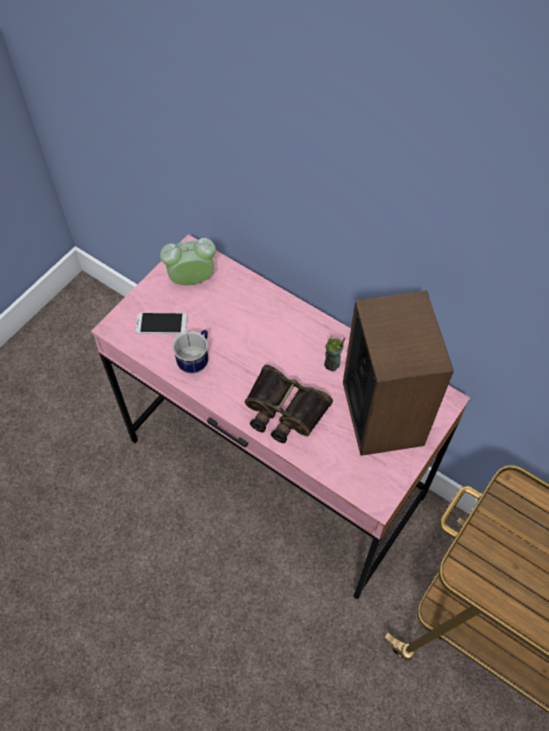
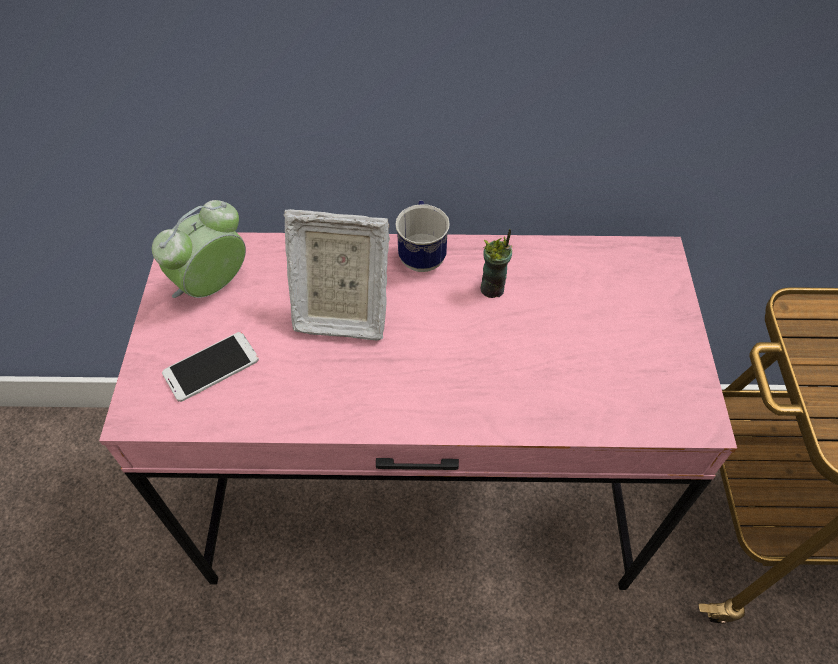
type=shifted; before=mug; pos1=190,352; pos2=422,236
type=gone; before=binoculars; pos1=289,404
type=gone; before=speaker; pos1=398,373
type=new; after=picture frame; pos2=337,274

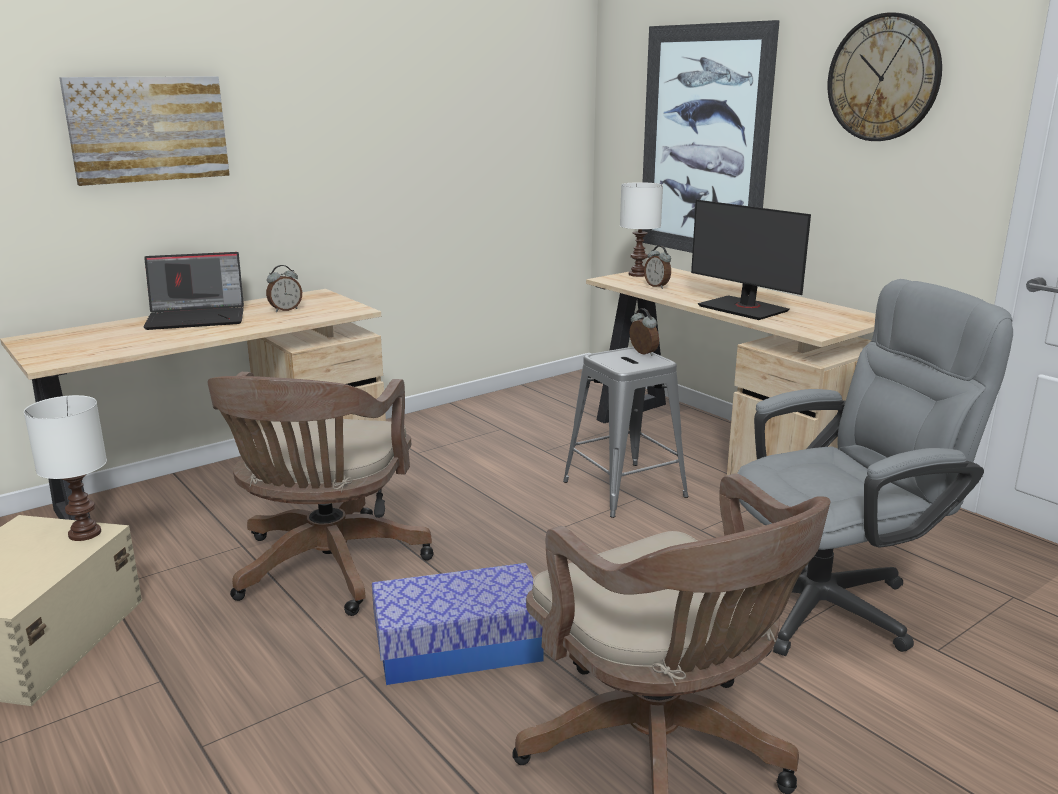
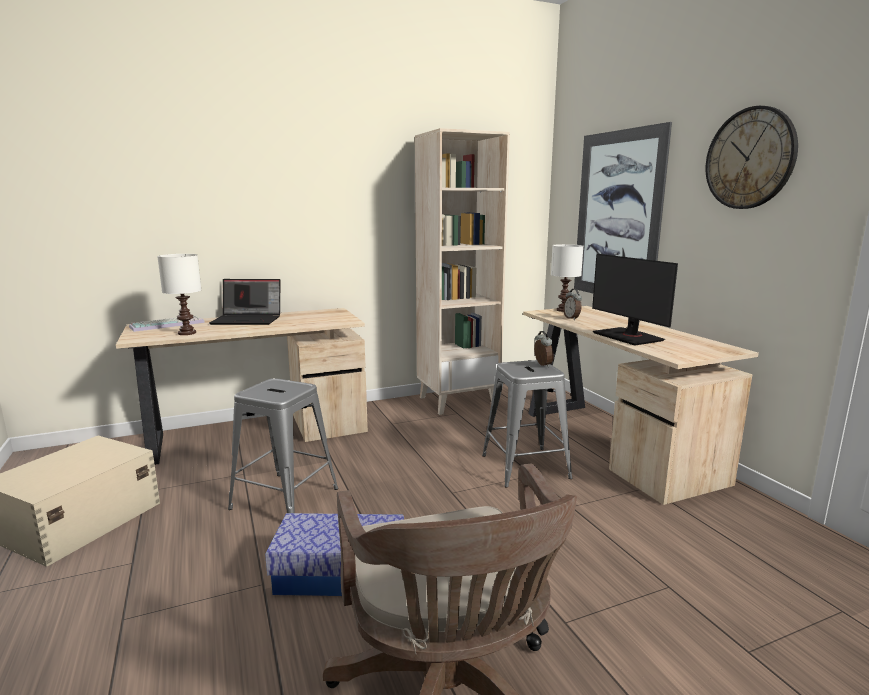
type=shifted; before=white table lamp; pos1=65,468; pos2=179,294
type=gone; before=picture; pos1=144,131
type=swapped; before=brown office chair; after=grey stool; pos1=320,494; pos2=283,445
type=gone; before=alarm clock; pos1=284,288
type=gone; before=grey office chair; pos1=875,467
type=new; after=keyboard; pos2=167,323
type=new; after=beige bookcase; pos2=462,271

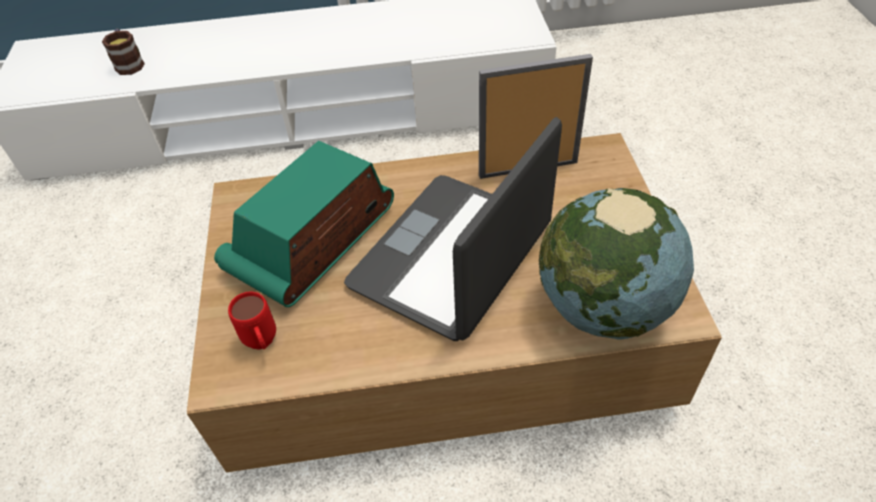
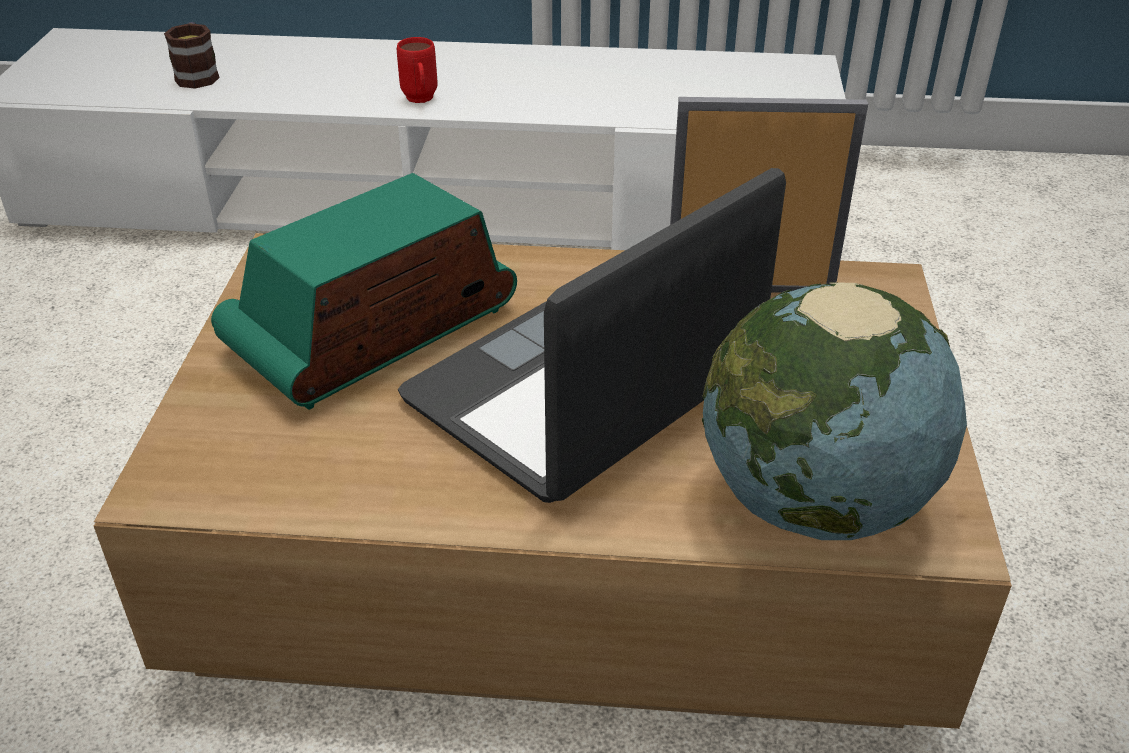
type=shifted; before=red mug; pos1=252,320; pos2=417,70

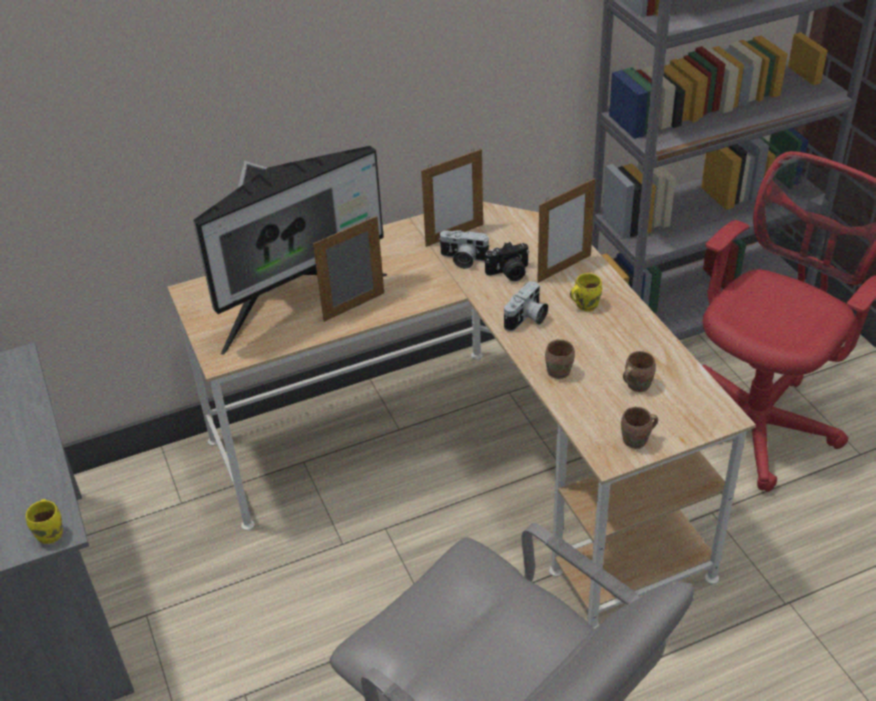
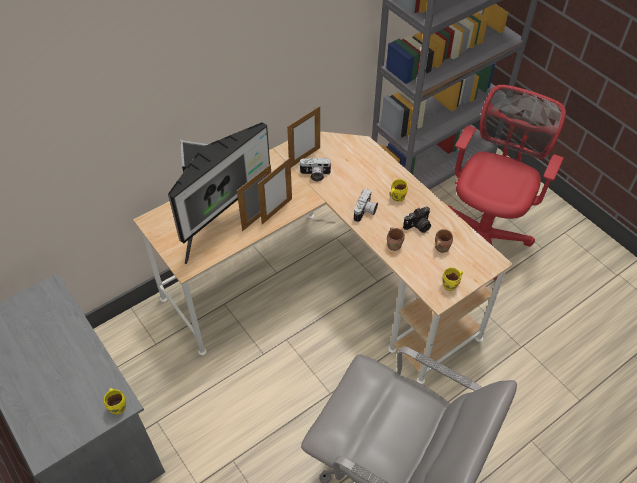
type=shifted; before=photo camera; pos1=507,261; pos2=417,220
type=shifted; before=picture frame; pos1=566,230; pos2=275,191
type=repainted; before=brown mug; after=yellow mug; pos1=639,428; pos2=452,279

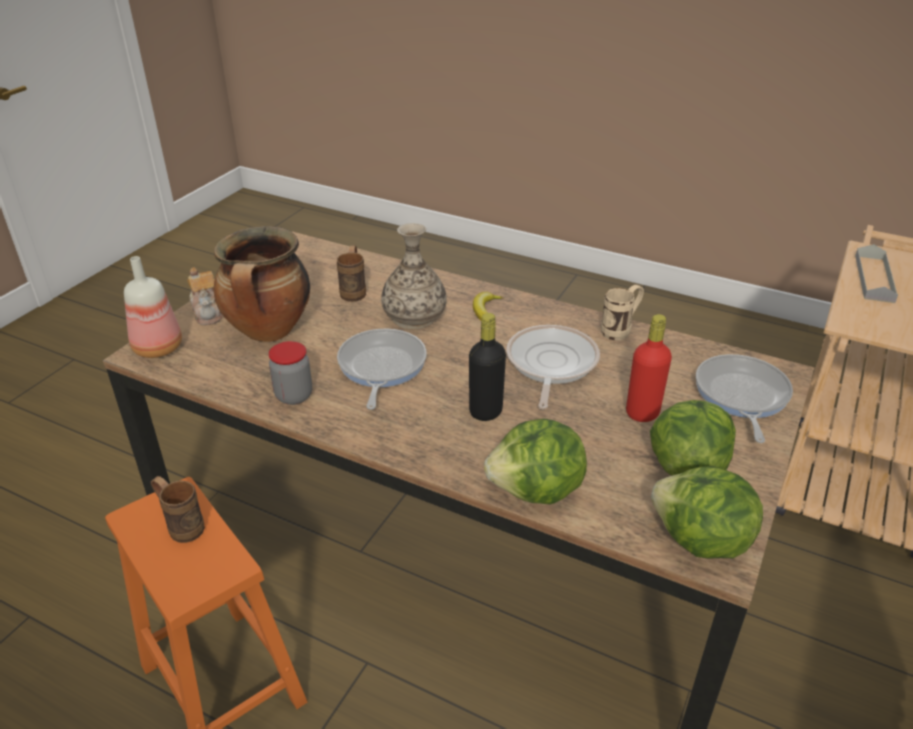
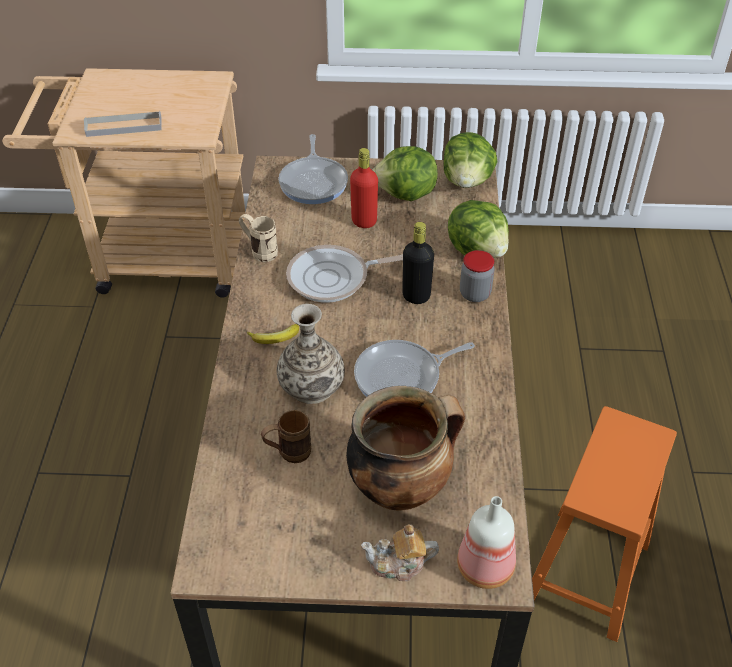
type=gone; before=brown mug; pos1=178,509
type=rotated; before=teapot; pos1=205,296; pos2=400,552; turn=-135
type=shifted; before=jar; pos1=290,373; pos2=477,276
type=rotated; before=frying pan; pos1=744,398; pos2=313,169; turn=-75

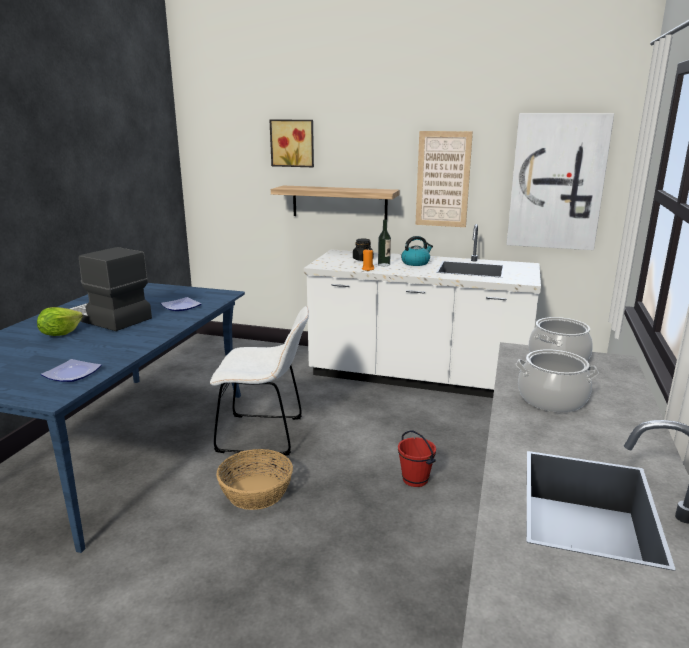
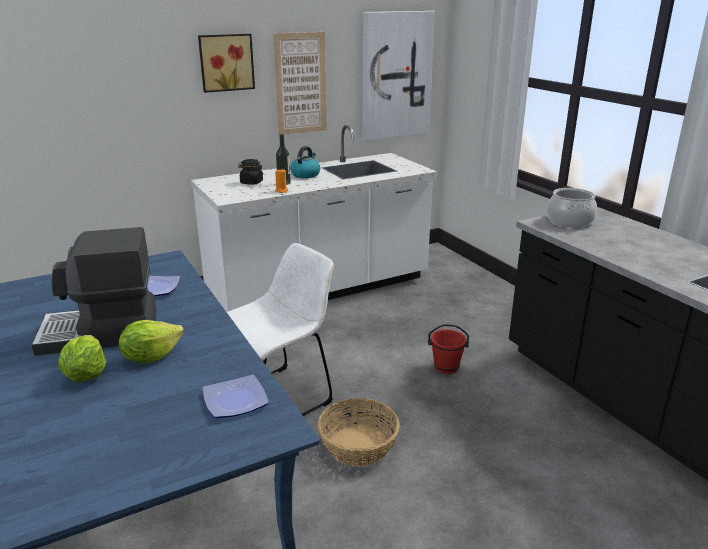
type=shifted; before=picture; pos1=292,143; pos2=226,63
type=gone; before=shelf; pos1=335,203
type=gone; before=cooking pot; pos1=557,380
type=new; after=lettuce; pos2=151,341

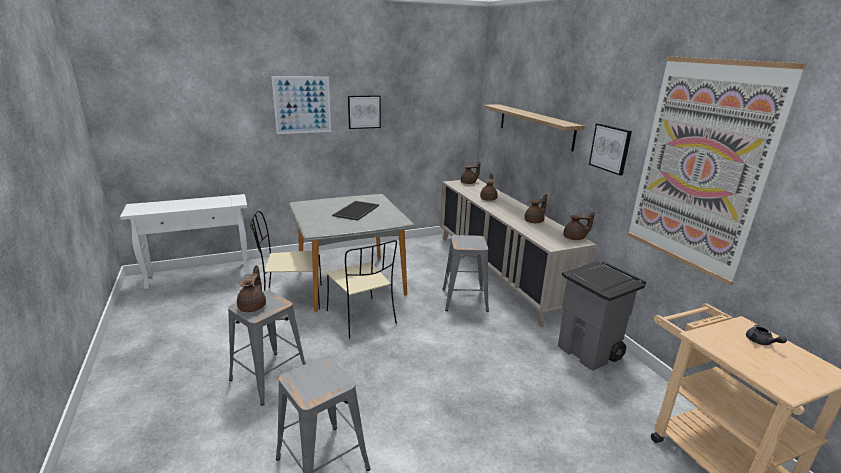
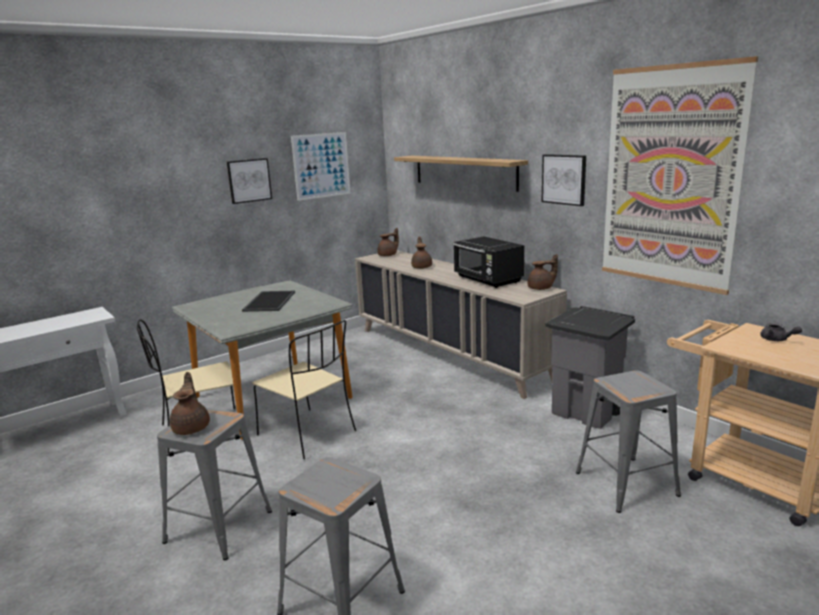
type=shifted; before=picture; pos1=301,105; pos2=320,166
type=shifted; before=grey stool; pos1=465,273; pos2=628,441
type=swapped; before=brown teapot; after=black microwave; pos1=535,208; pos2=488,262

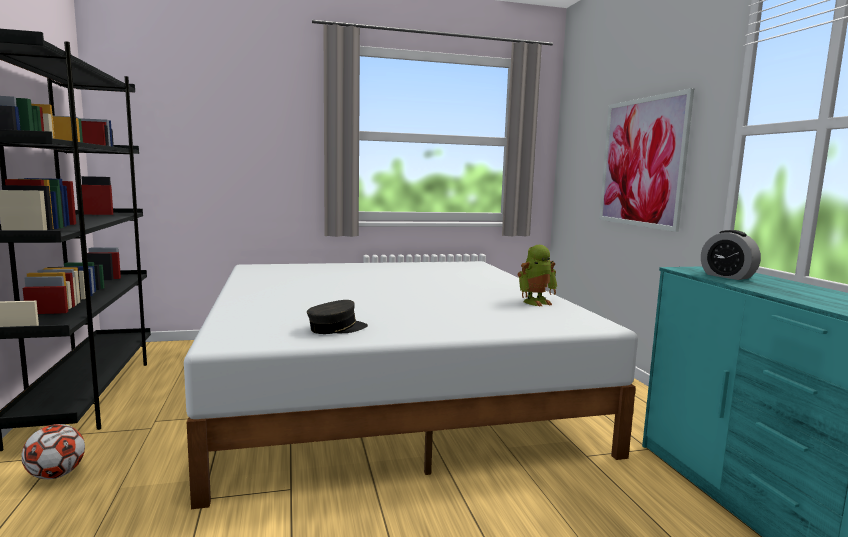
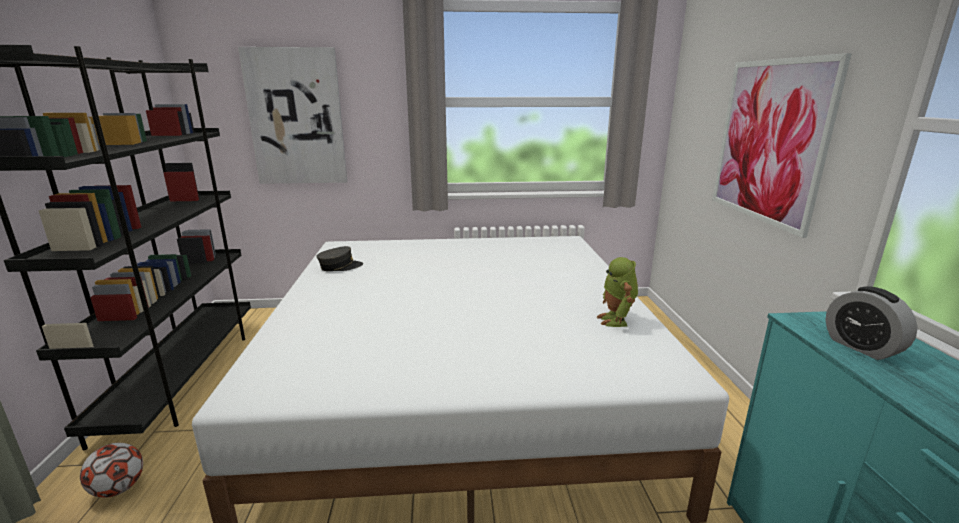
type=shifted; before=grey cap; pos1=337,317; pos2=340,258
type=rotated; before=toy robot; pos1=537,275; pos2=617,292; turn=105
type=new; after=picture; pos2=293,115

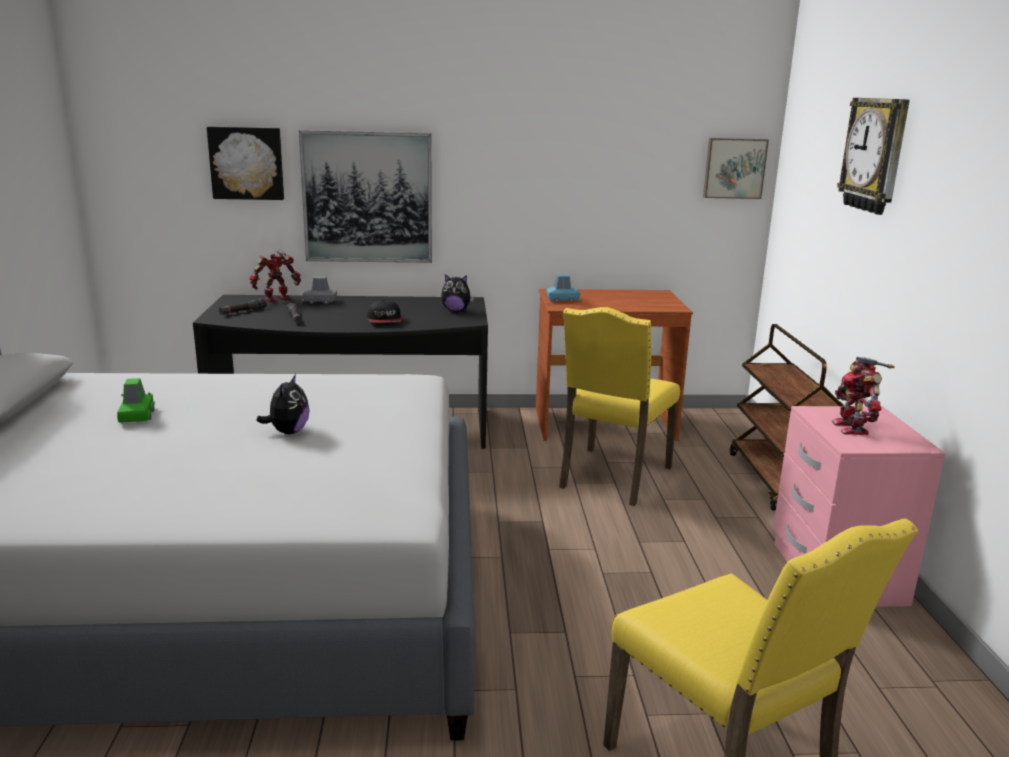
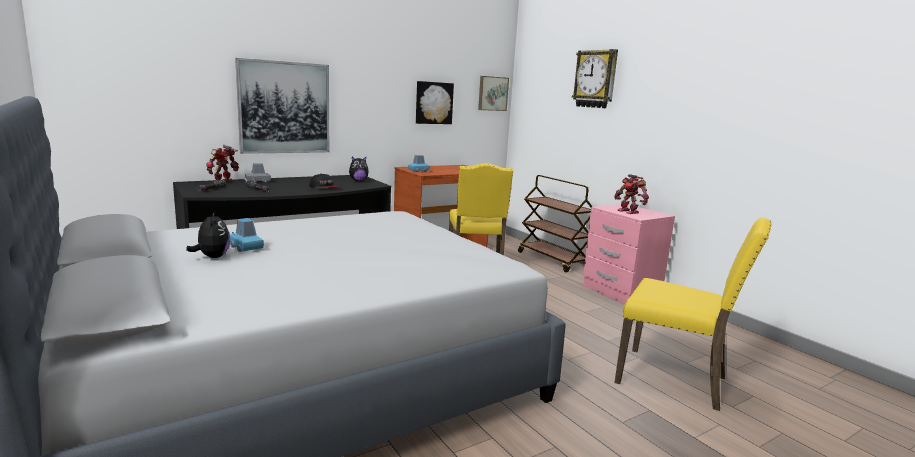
type=repainted; before=green toy car; after=blue toy car; pos1=136,400; pos2=246,235
type=shifted; before=picture; pos1=245,163; pos2=435,102
type=shifted; before=plush toy; pos1=283,404; pos2=208,234

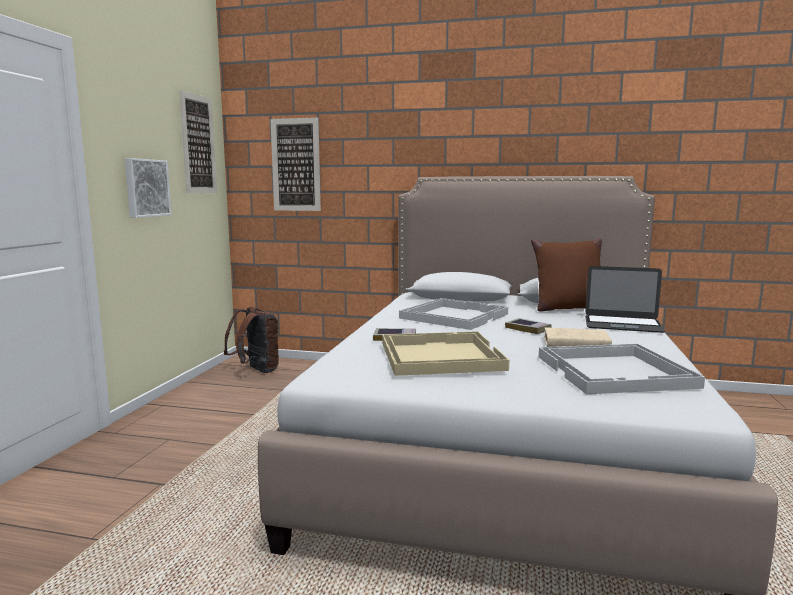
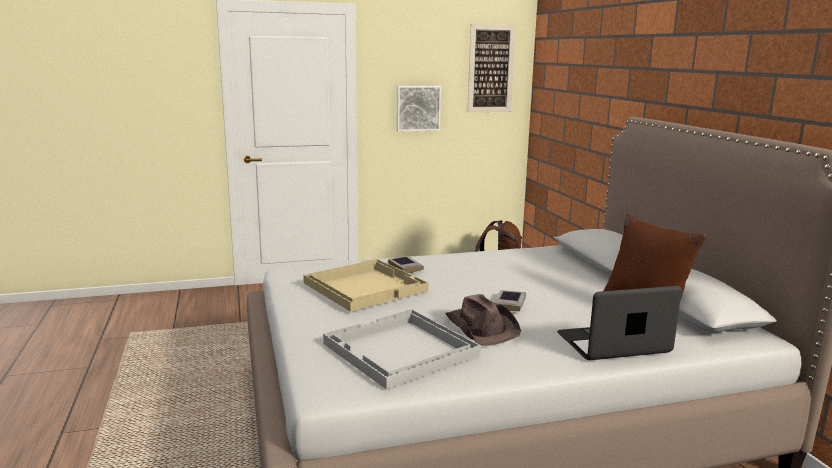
type=gone; before=picture; pos1=295,164
type=gone; before=white tray; pos1=453,314
type=swapped; before=beige book; after=brown hat; pos1=578,337; pos2=483,320
type=rotated; before=laptop; pos1=625,299; pos2=619,323; turn=90

